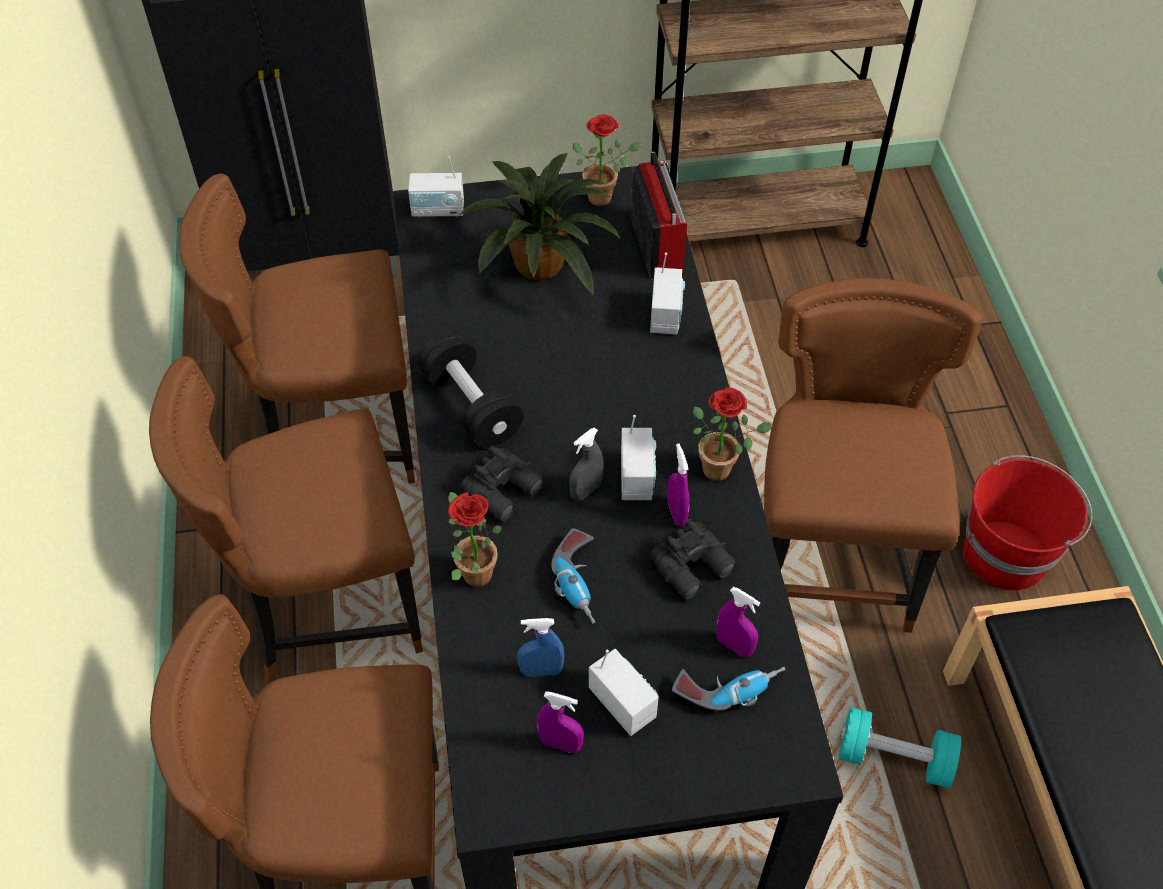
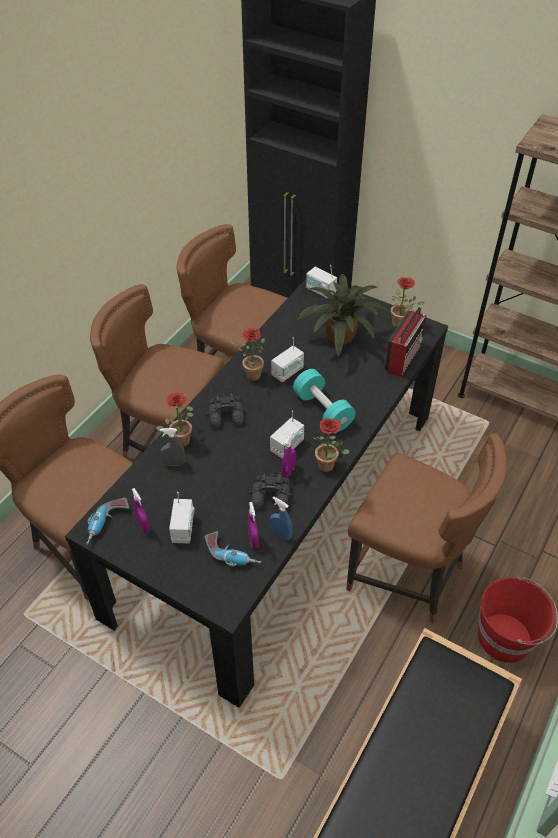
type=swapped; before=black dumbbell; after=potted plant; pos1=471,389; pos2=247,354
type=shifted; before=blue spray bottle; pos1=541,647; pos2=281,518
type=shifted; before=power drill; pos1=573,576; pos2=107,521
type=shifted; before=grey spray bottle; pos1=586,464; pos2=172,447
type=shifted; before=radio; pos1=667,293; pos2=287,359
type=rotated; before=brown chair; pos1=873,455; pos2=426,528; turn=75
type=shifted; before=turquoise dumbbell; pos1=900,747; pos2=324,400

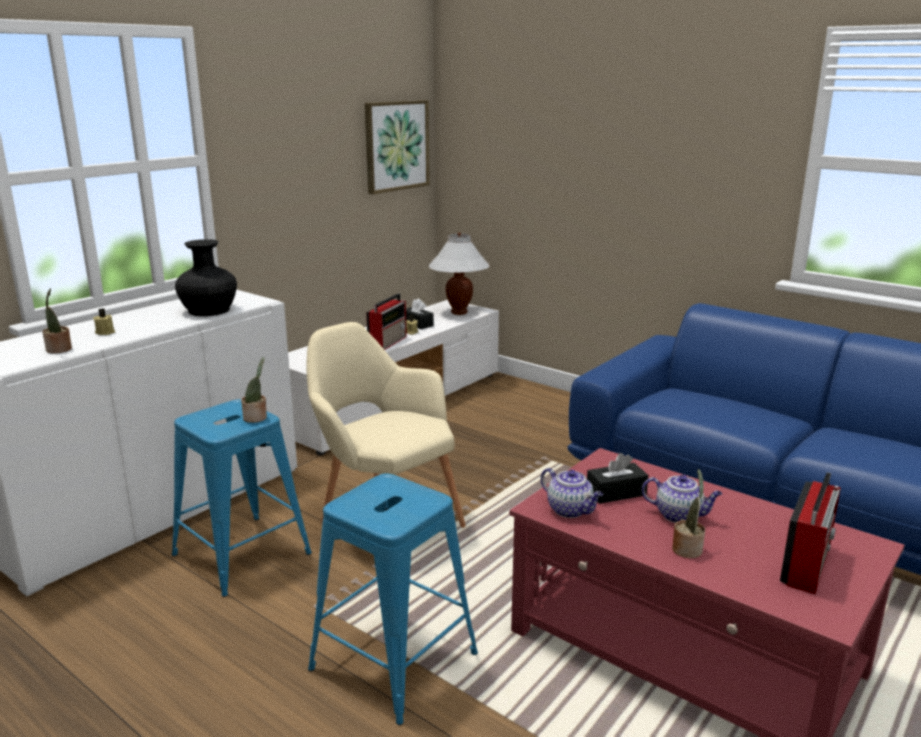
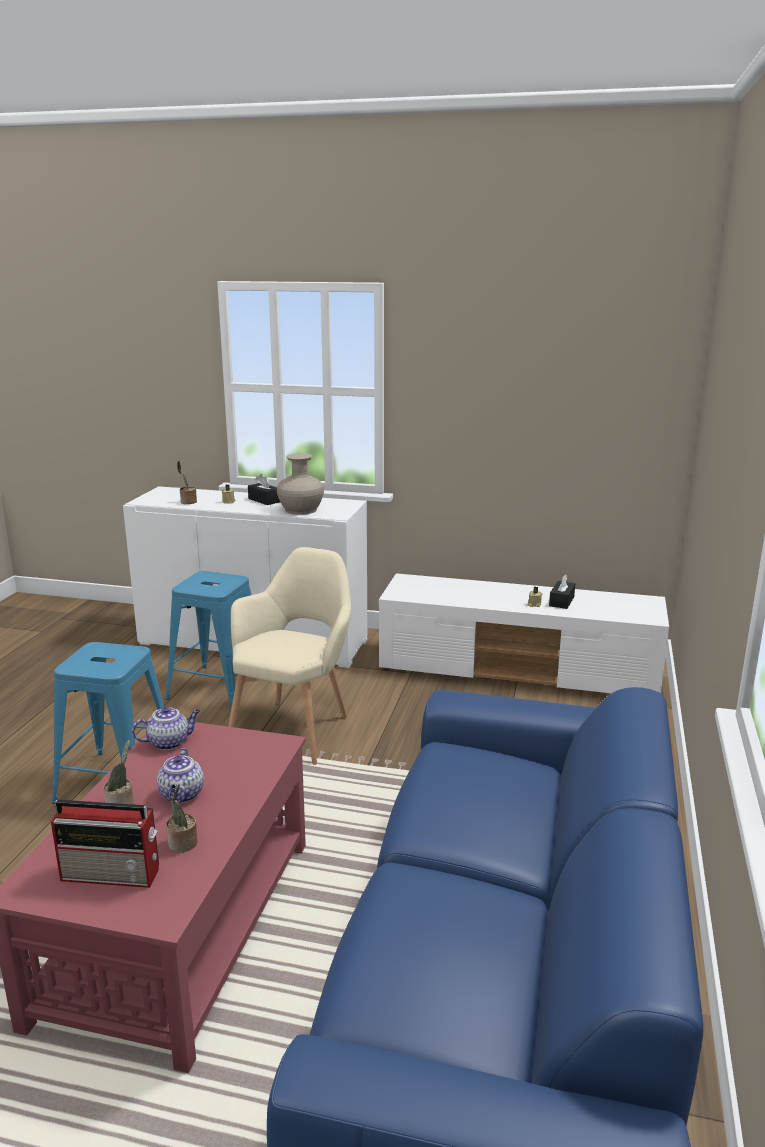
type=repainted; before=black vase; after=beige vase; pos1=206,277; pos2=300,484
type=shifted; before=potted plant; pos1=254,390; pos2=181,818
type=gone; before=picture; pos1=397,147
type=gone; before=radio; pos1=386,321
type=gone; before=white table lamp; pos1=459,273
type=rotated; before=teapot; pos1=572,493; pos2=166,728; turn=-135
type=shifted; before=black tissue box; pos1=617,478; pos2=264,489

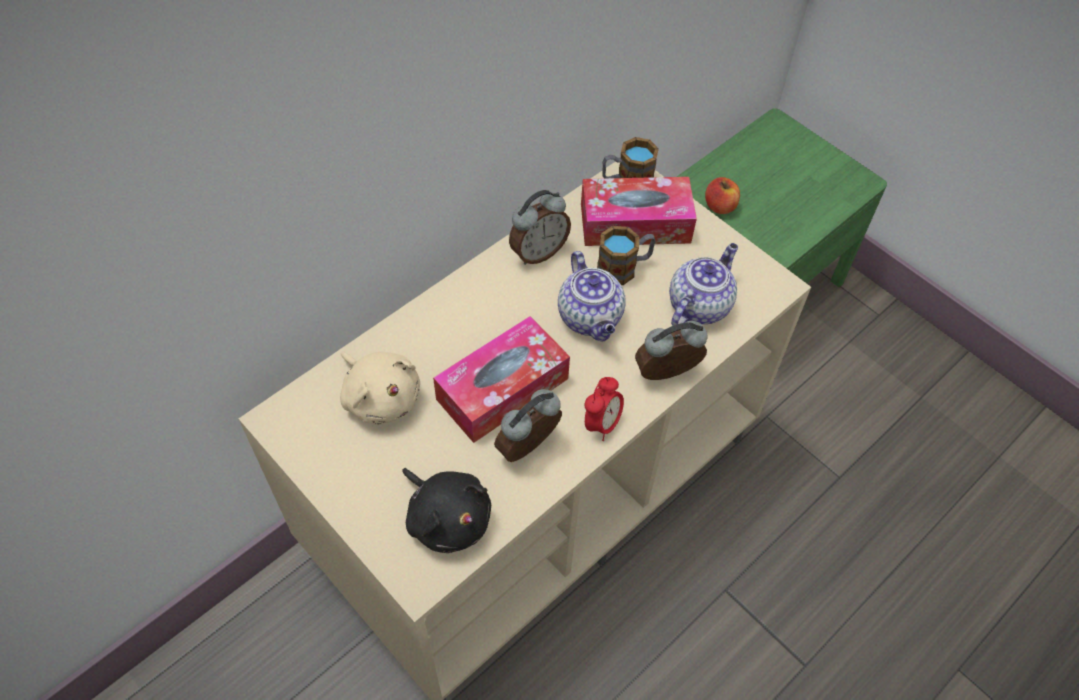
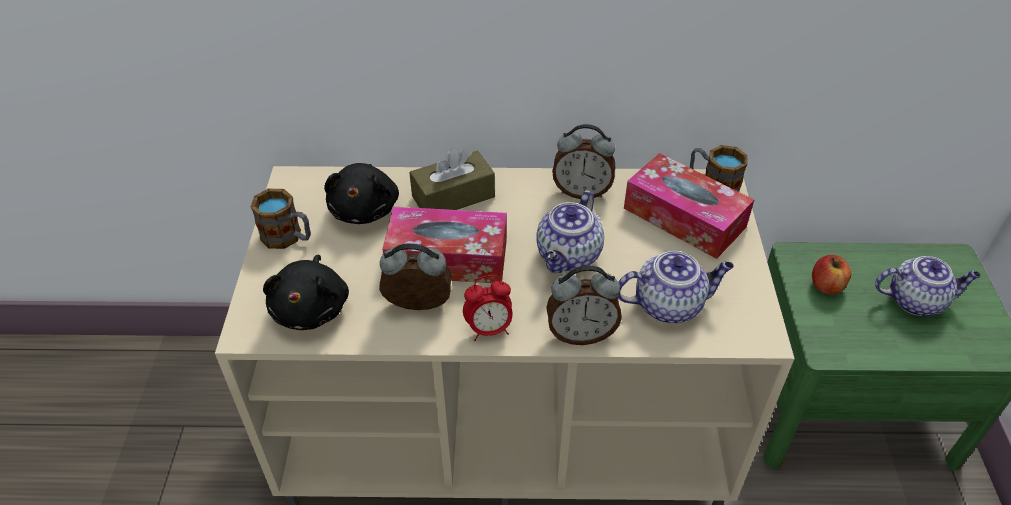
type=repainted; before=beige plush toy; after=black plush toy; pos1=380,388; pos2=361,193
type=shifted; before=mug; pos1=626,255; pos2=280,219
type=rotated; before=alarm clock; pos1=671,350; pos2=584,305; turn=150
type=new; after=brown tissue box; pos2=452,179
type=new; after=teapot; pos2=928,286

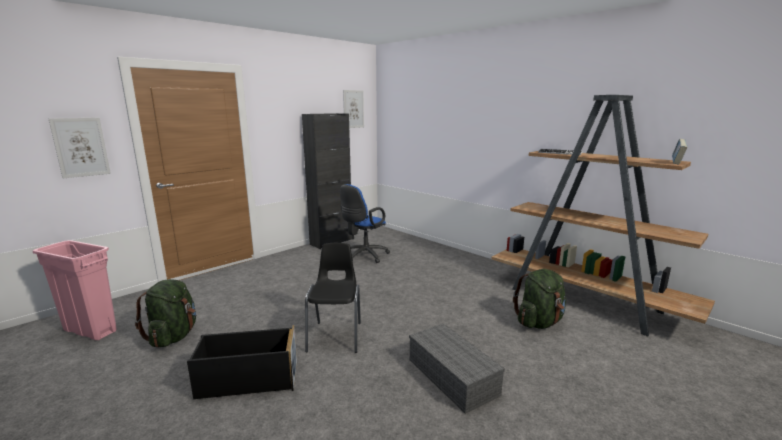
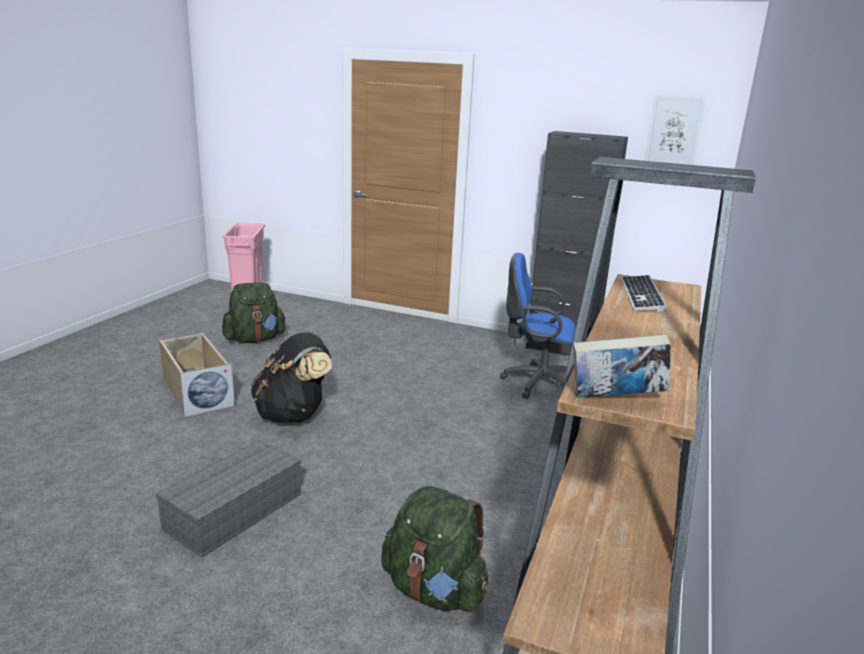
type=gone; before=picture; pos1=79,148
type=repainted; before=black storage box; after=beige storage box; pos1=242,362; pos2=197,375
type=swapped; before=black chair; after=black backpack; pos1=333,298; pos2=291,377

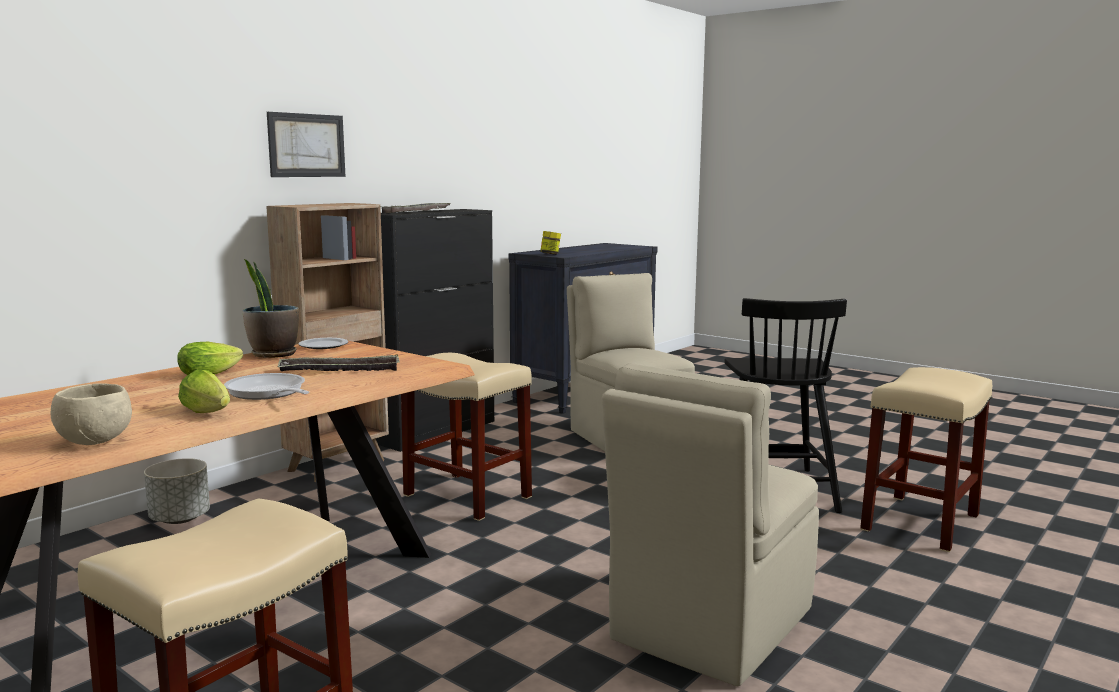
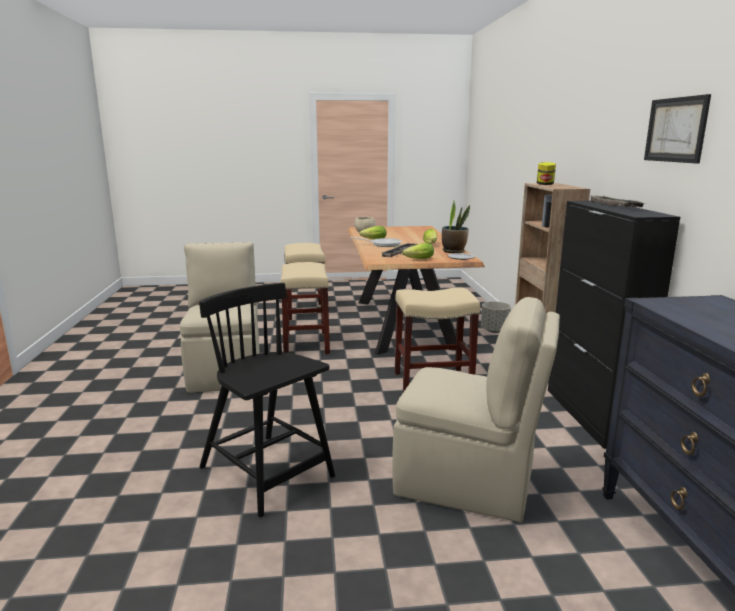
type=shifted; before=picture; pos1=306,144; pos2=677,129
type=shifted; before=jar; pos1=550,243; pos2=546,173
type=shifted; before=beige stool; pos1=926,459; pos2=305,308
type=new; after=lettuce; pos2=418,251

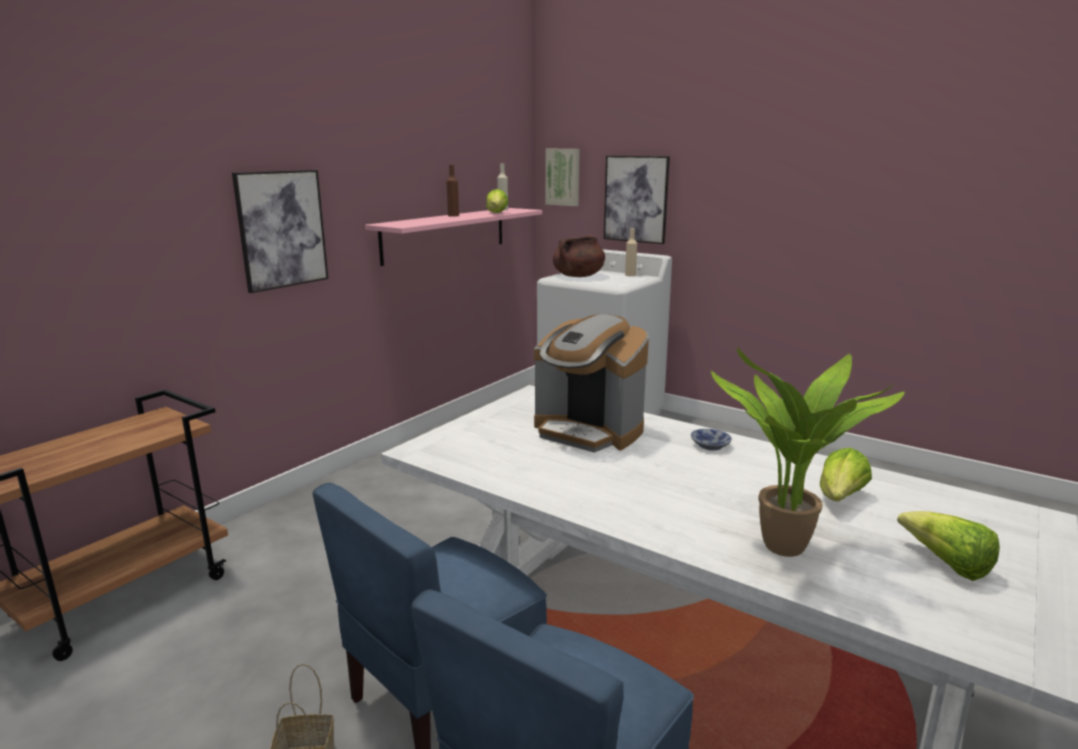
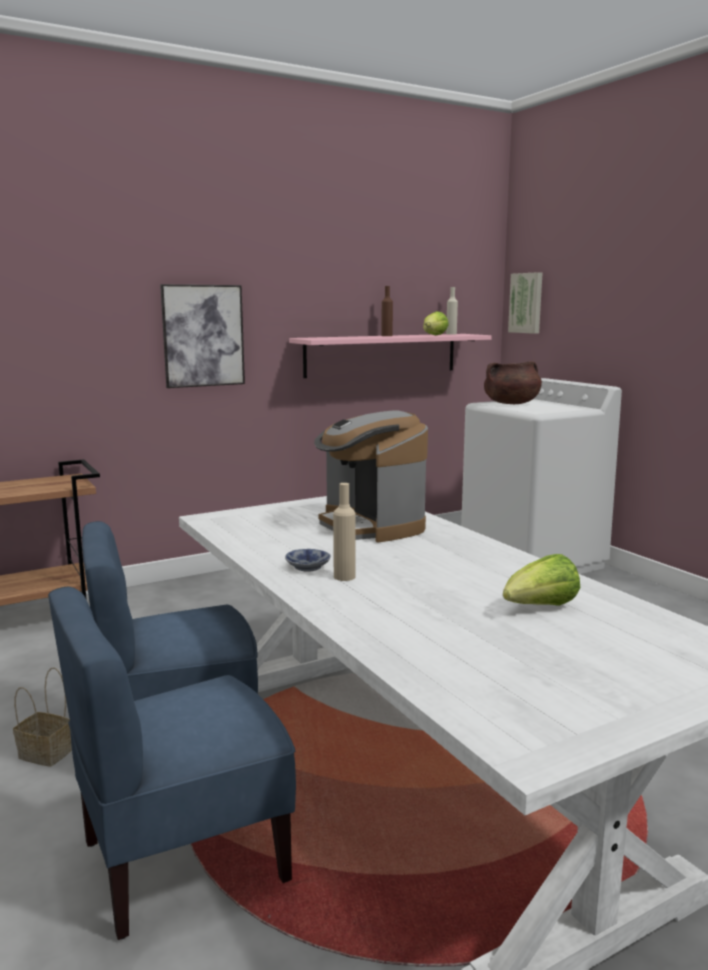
type=gone; before=picture; pos1=637,200
type=shifted; before=beige bottle; pos1=631,252; pos2=344,532
type=shifted; before=bowl; pos1=711,439; pos2=308,560
type=gone; before=potted plant; pos1=808,452
type=gone; before=lettuce; pos1=948,546

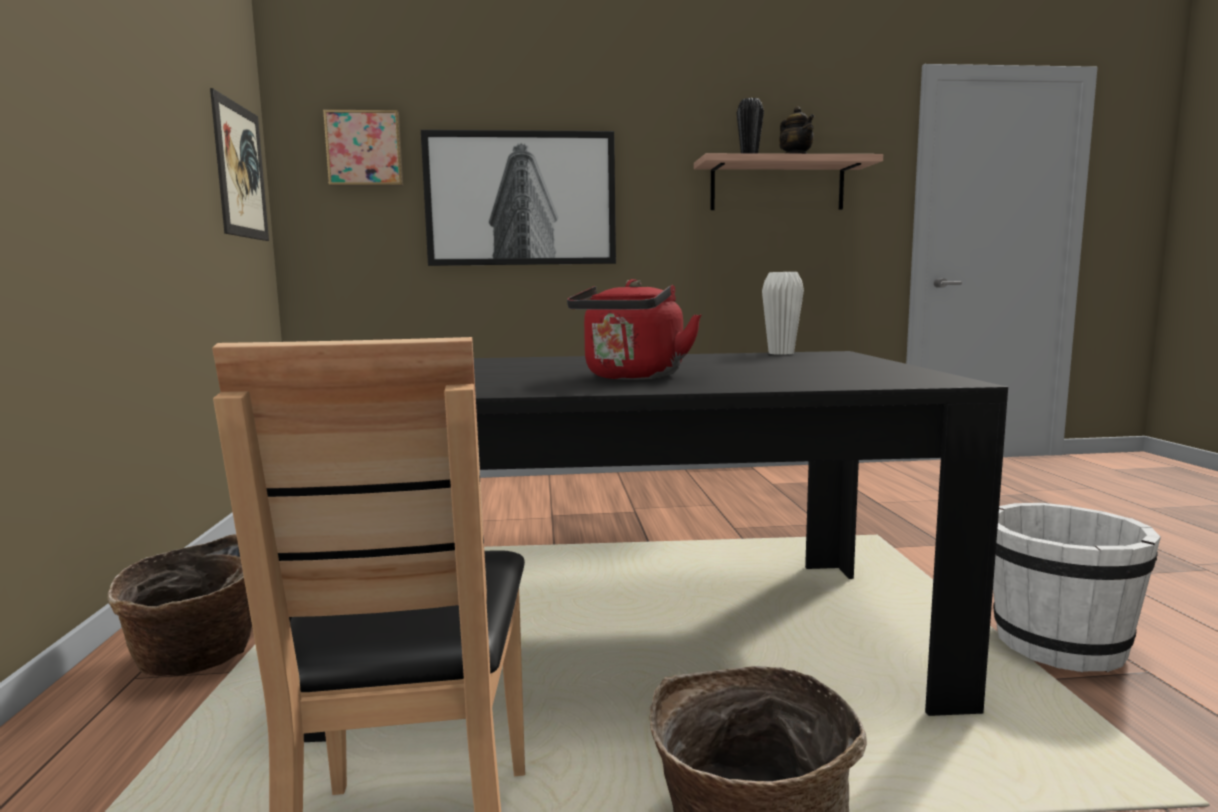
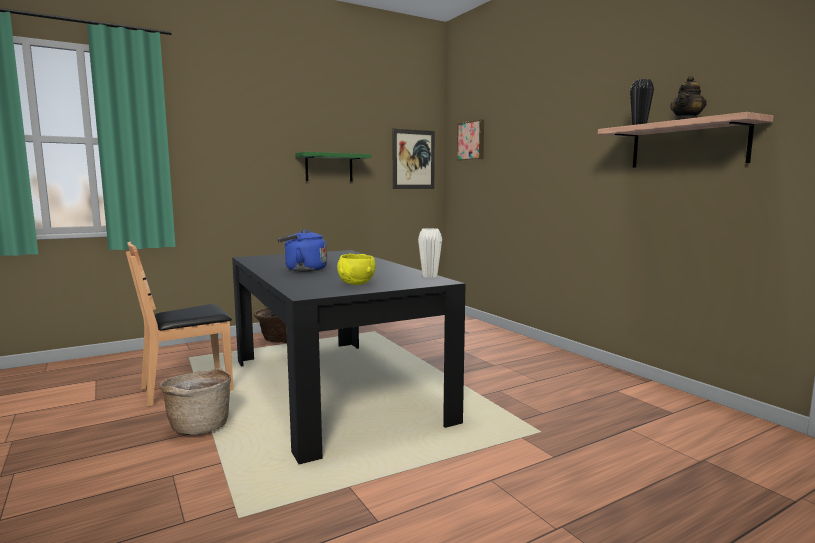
type=gone; before=picture; pos1=518,198
type=repainted; before=red kettle; after=blue kettle; pos1=634,329; pos2=302,251
type=gone; before=white bucket; pos1=1077,587
type=new; after=green shelf; pos2=333,167
type=new; after=yellow bowl; pos2=356,269

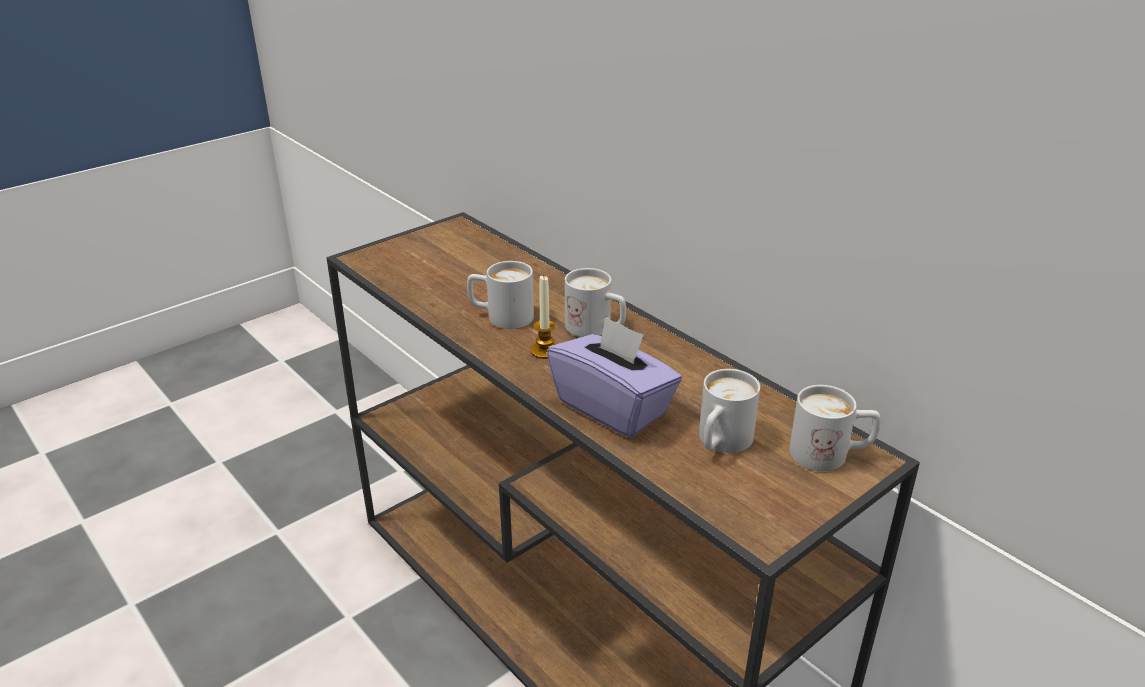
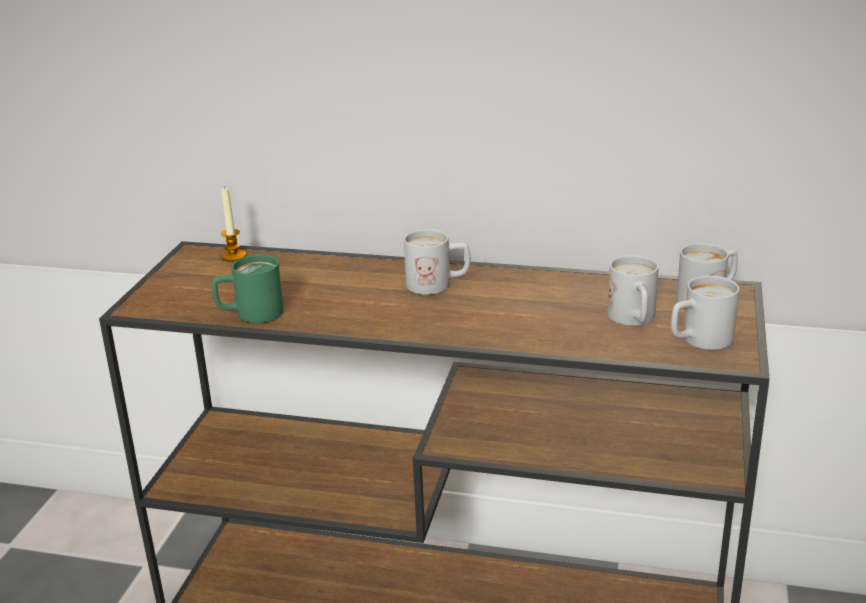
type=shifted; before=white mug; pos1=500,295; pos2=705,313
type=shifted; before=candle; pos1=543,317; pos2=233,224
type=gone; before=purple tissue box; pos1=614,377
type=new; after=green mug; pos2=248,288

